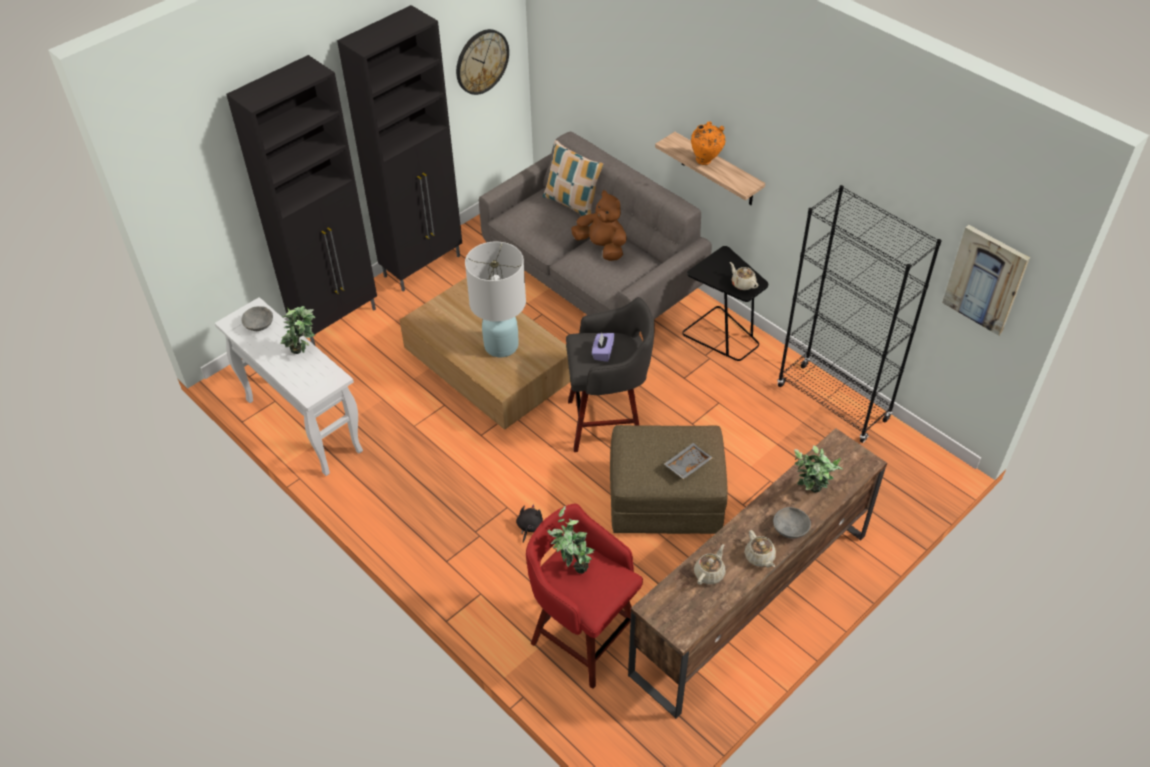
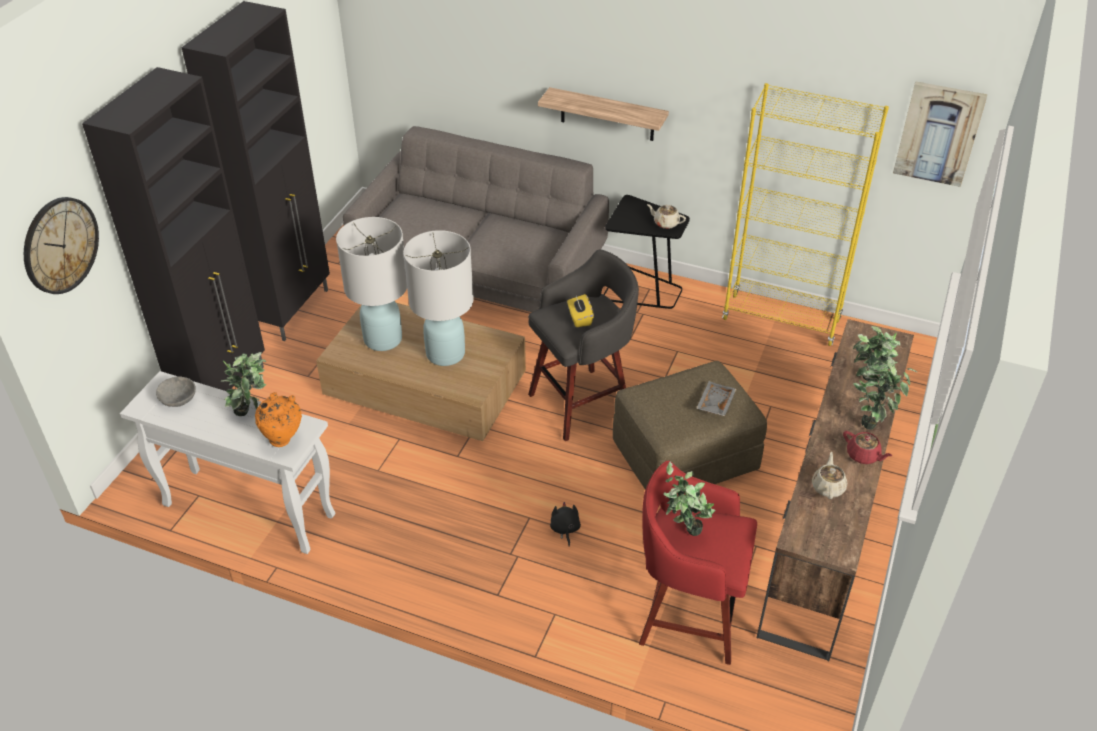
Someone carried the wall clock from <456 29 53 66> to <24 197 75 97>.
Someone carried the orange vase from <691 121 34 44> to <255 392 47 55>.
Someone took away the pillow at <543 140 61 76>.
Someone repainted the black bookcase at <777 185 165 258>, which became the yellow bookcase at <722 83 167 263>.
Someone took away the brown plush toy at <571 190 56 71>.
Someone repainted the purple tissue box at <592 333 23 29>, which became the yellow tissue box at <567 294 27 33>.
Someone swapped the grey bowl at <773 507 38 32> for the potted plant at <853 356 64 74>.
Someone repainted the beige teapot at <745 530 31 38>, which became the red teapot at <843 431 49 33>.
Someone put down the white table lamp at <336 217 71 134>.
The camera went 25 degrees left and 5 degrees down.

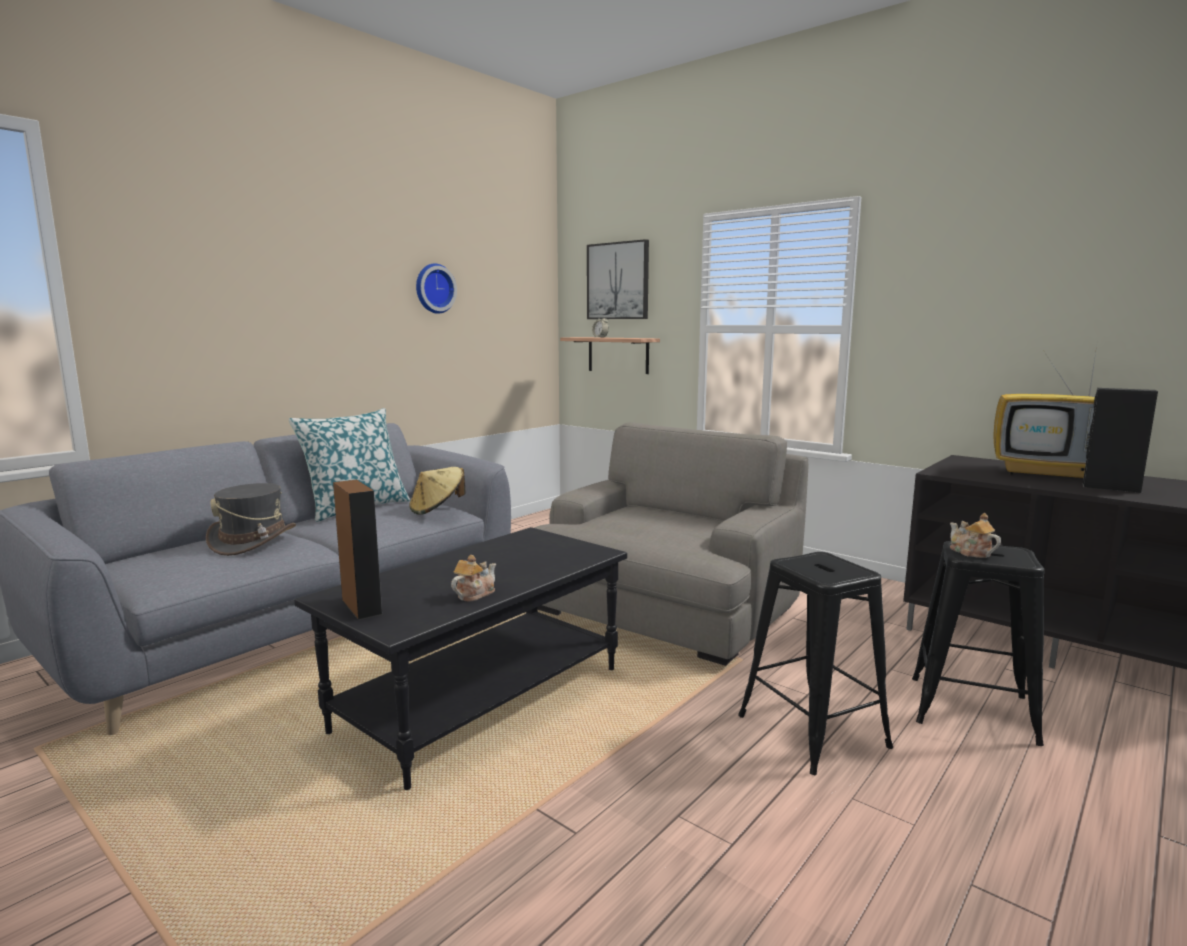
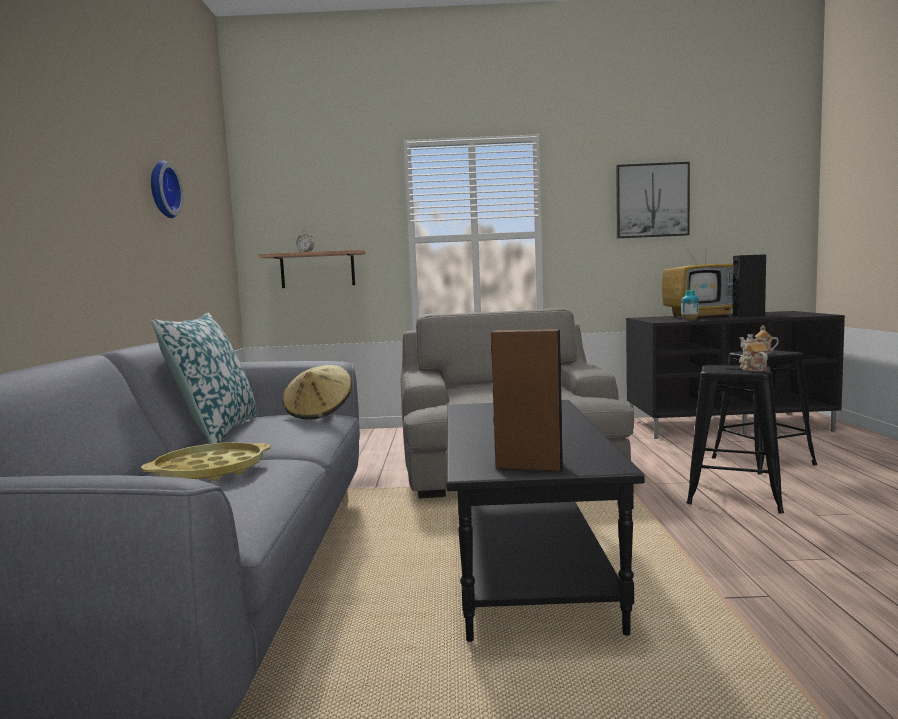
Someone carried the picture from <587 239 62 80> to <616 162 74 76>.
Someone swapped the grey hat at <206 483 90 73> for the yellow tray at <141 442 130 39>.
Someone carried the teapot from <451 555 45 47> to <739 337 29 35>.
Someone put down the vase at <681 290 18 31>.
The camera went 40 degrees left and 5 degrees down.

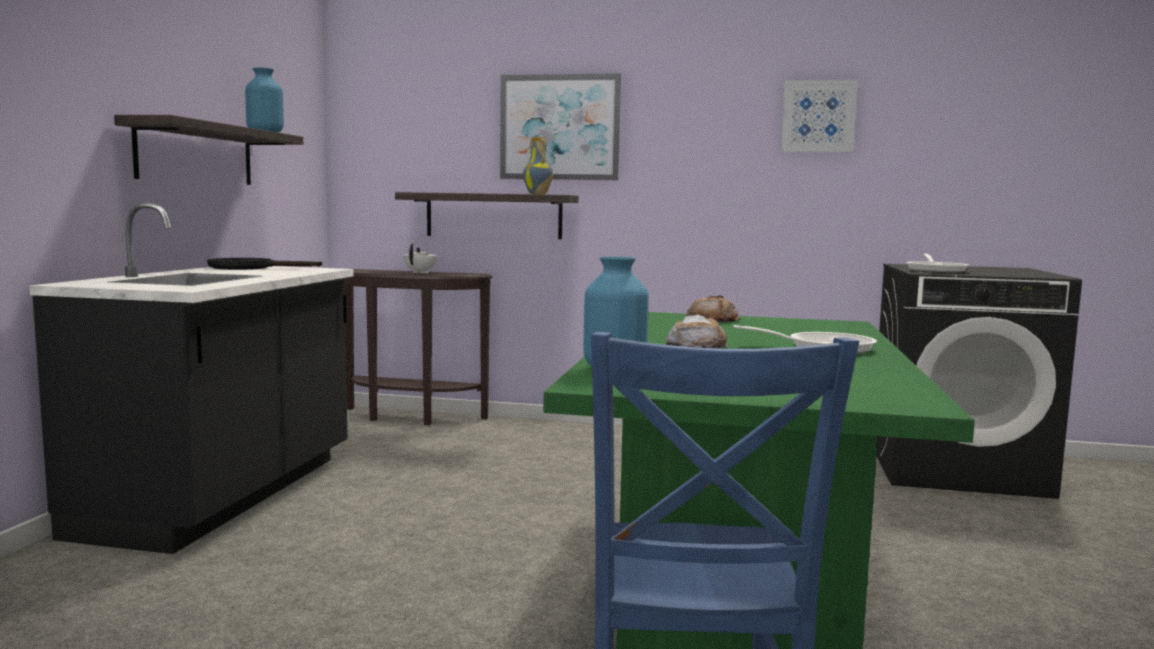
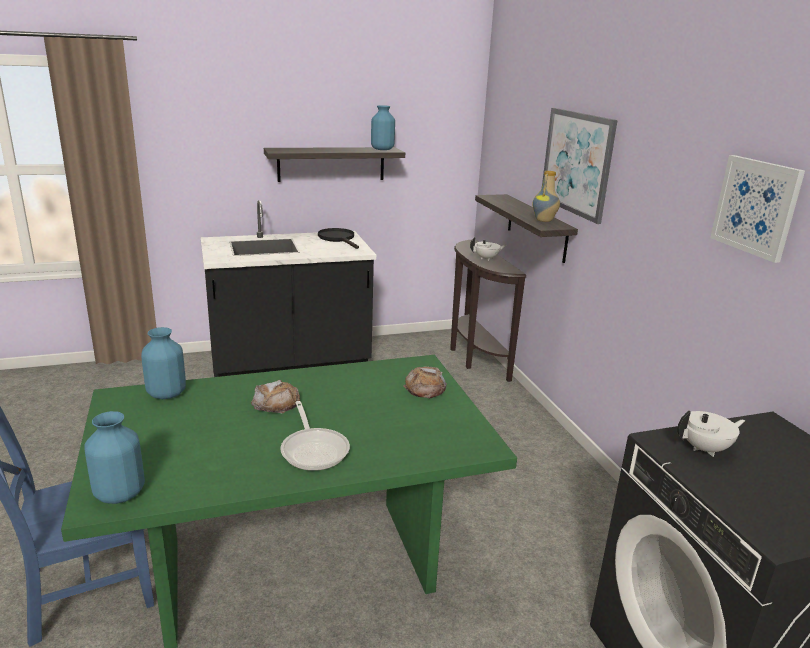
Someone swapped the frying pan at <906 254 63 19> for the white teapot at <677 411 68 46>.
Someone put down the blue vase at <84 411 61 93>.
The camera went 60 degrees right and 15 degrees up.

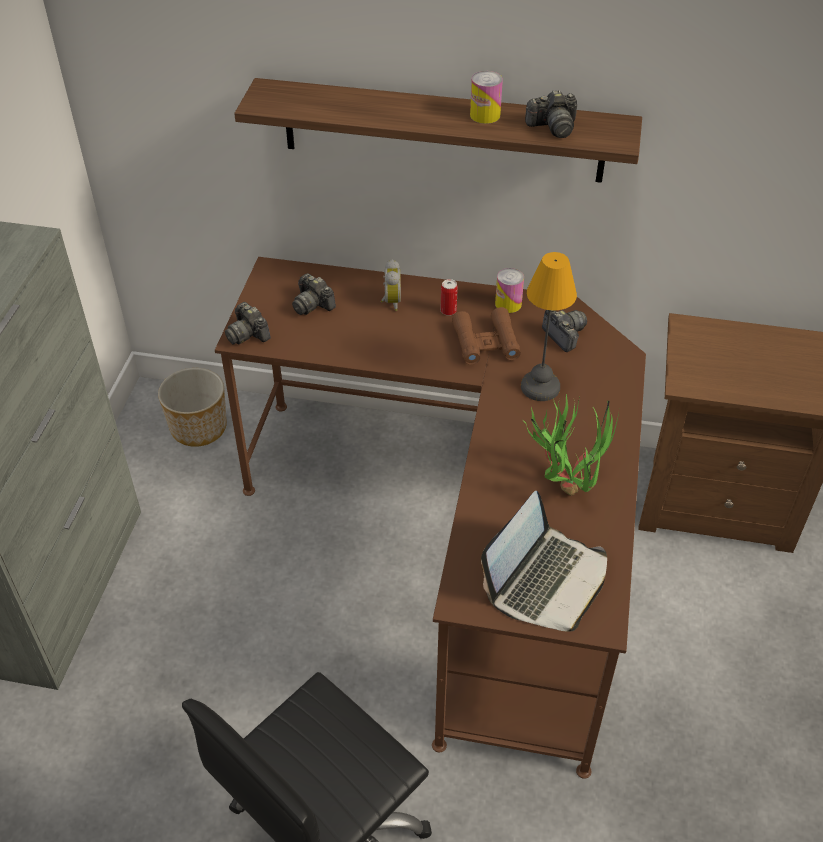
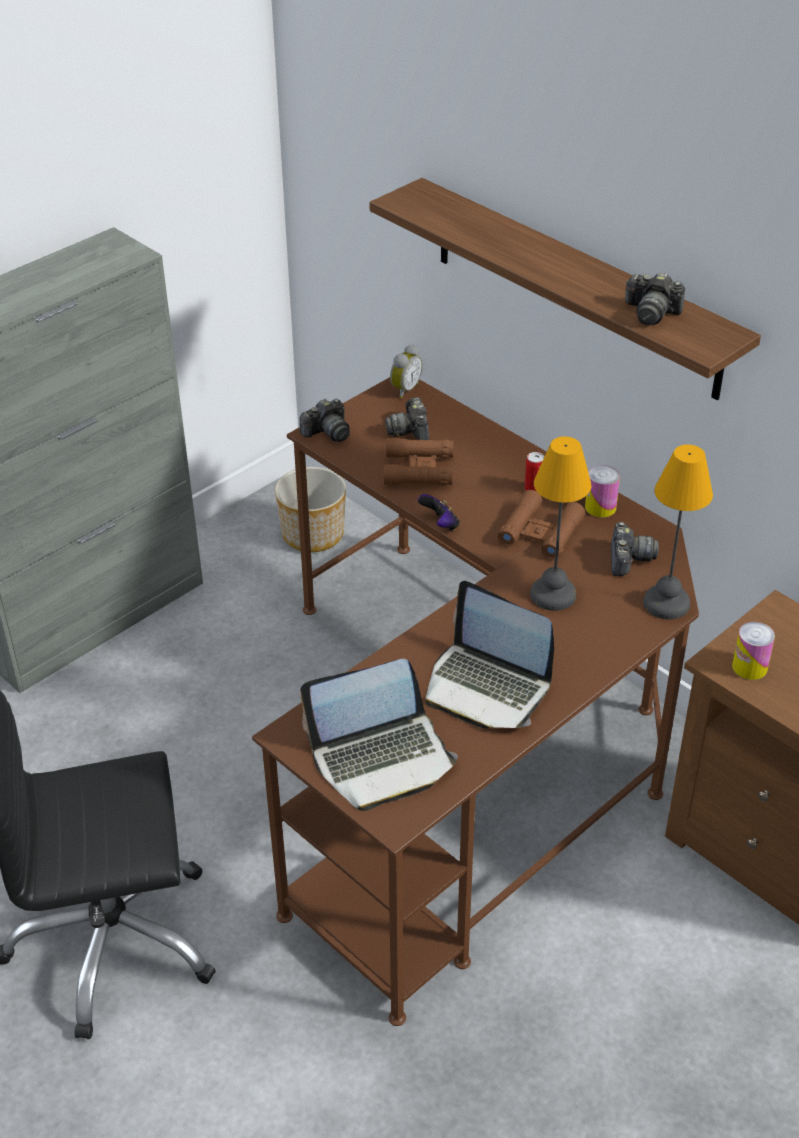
Someone carried the can from <470 71 33 53> to <732 622 43 58>.
Someone carried the alarm clock from <381 259 20 52> to <390 345 33 54>.
Someone rotated the photo camera at <225 302 46 42> by 120 degrees counterclockwise.
Someone swapped the potted plant at <524 394 95 101> for the laptop at <425 581 129 148>.
Someone put down the brown binoculars at <384 438 69 48>.
Someone put down the table lamp at <643 445 70 174>.
Someone put down the game controller at <418 494 42 37>.
The camera went 35 degrees right and 5 degrees down.

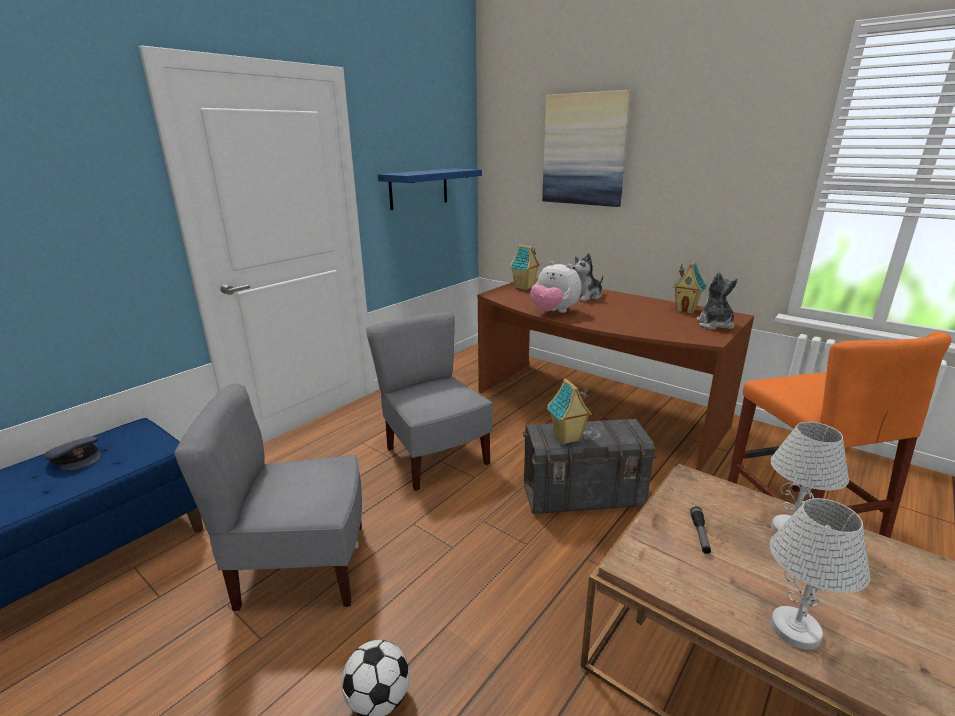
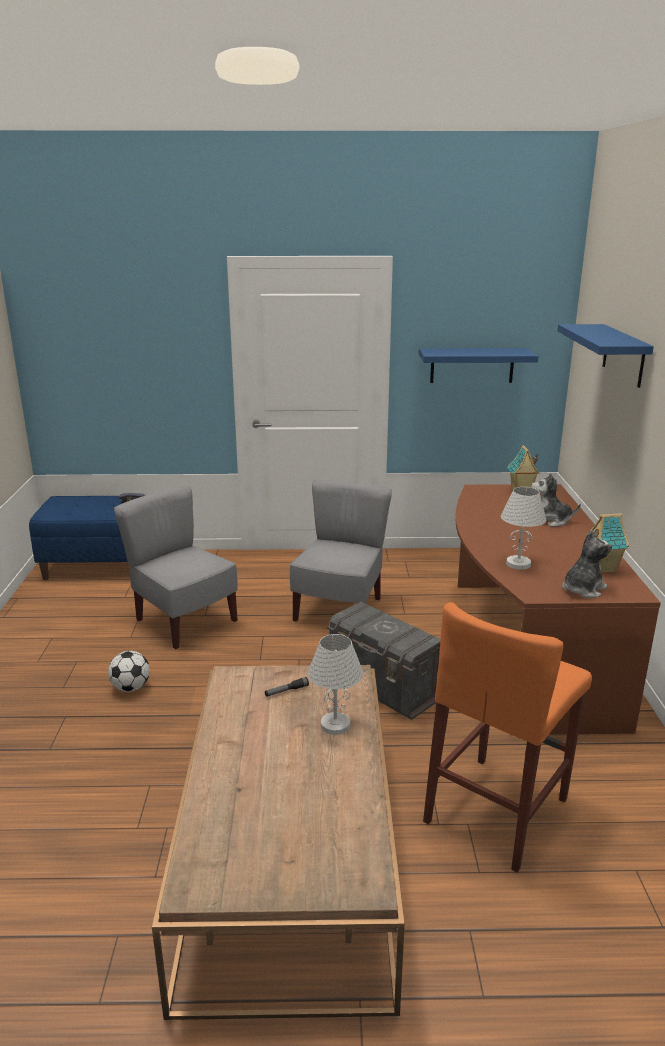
Someone swapped the picture at <542 90 89 117> for the blue shelf at <557 324 97 64>.
Someone took away the plush toy at <530 261 52 52>.
Someone took away the toy house at <547 378 45 67>.
Someone carried the white table lamp from <770 498 100 152> to <501 487 45 83>.
The camera went 50 degrees right and 0 degrees up.

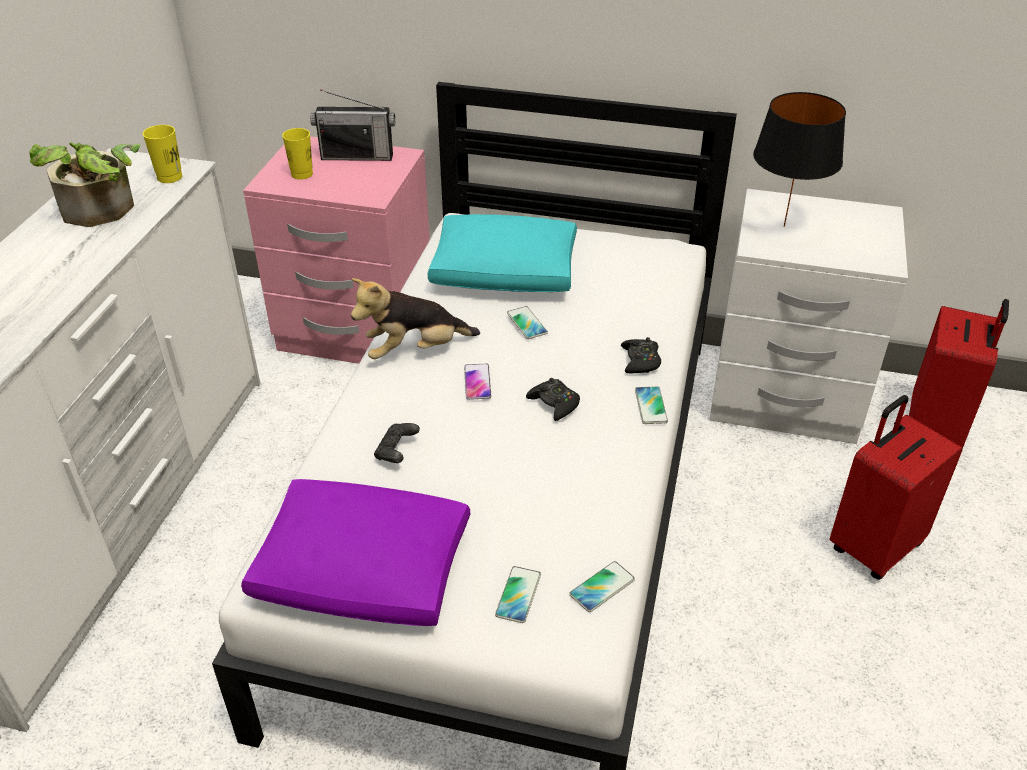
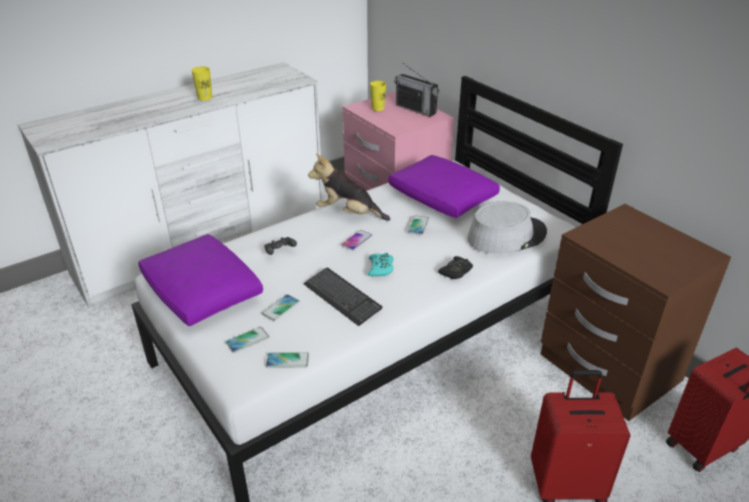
Someone took away the black table lamp at <753 92 93 135>.
Someone carried the yellow cup from <143 125 39 58> to <191 66 21 35>.
Someone took away the potted plant at <29 142 111 85>.
Someone repainted the white nightstand at <709 189 199 255>, which became the brown nightstand at <541 204 190 217>.
Someone repainted the turquoise pillow at <428 214 149 78>, which became the purple pillow at <388 155 112 63>.
Someone repainted the black game controller at <526 378 54 43>, which became the turquoise game controller at <368 252 26 24>.
Someone carried the phone from <635 386 33 38> to <262 294 37 27>.
Someone put down the grey hat at <467 201 80 53>.
Someone put down the keyboard at <304 268 78 58>.
The camera went 40 degrees right and 5 degrees down.

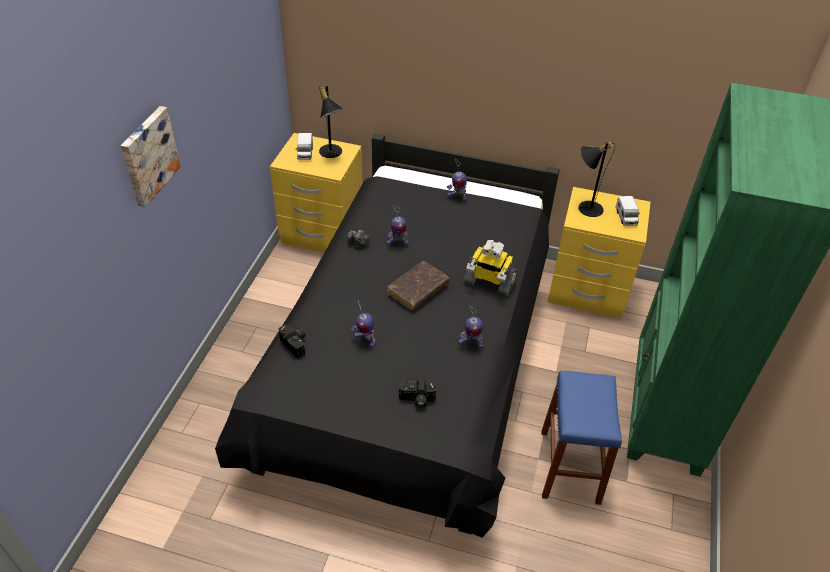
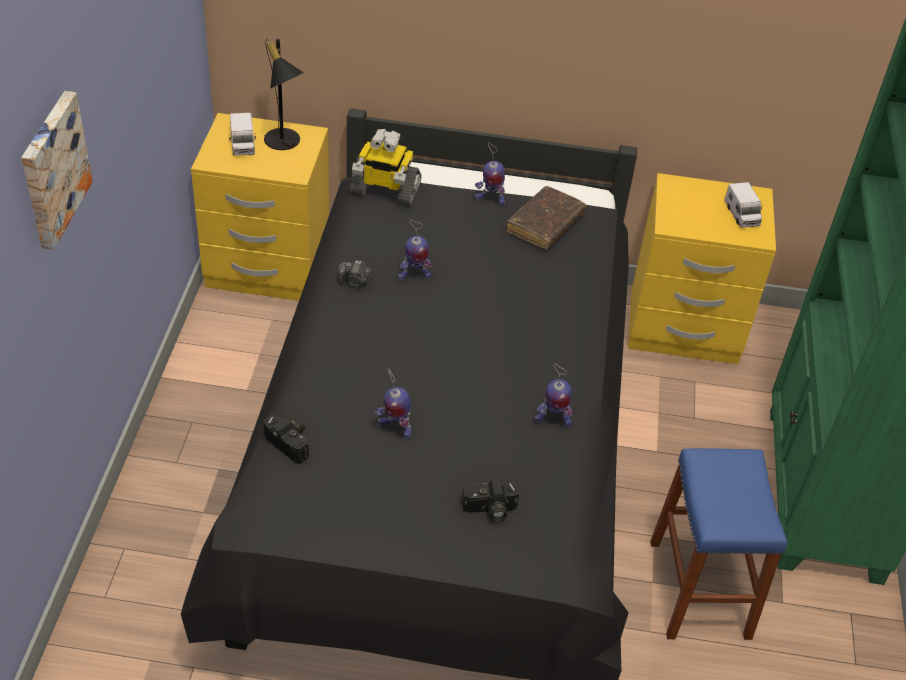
Someone took away the black table lamp at <579 141 36 76>.
Someone carried the toy robot from <464 240 53 56> to <350 129 71 77>.
Someone carried the brown book from <387 261 62 50> to <507 186 80 63>.
The camera went 10 degrees left and 0 degrees up.

